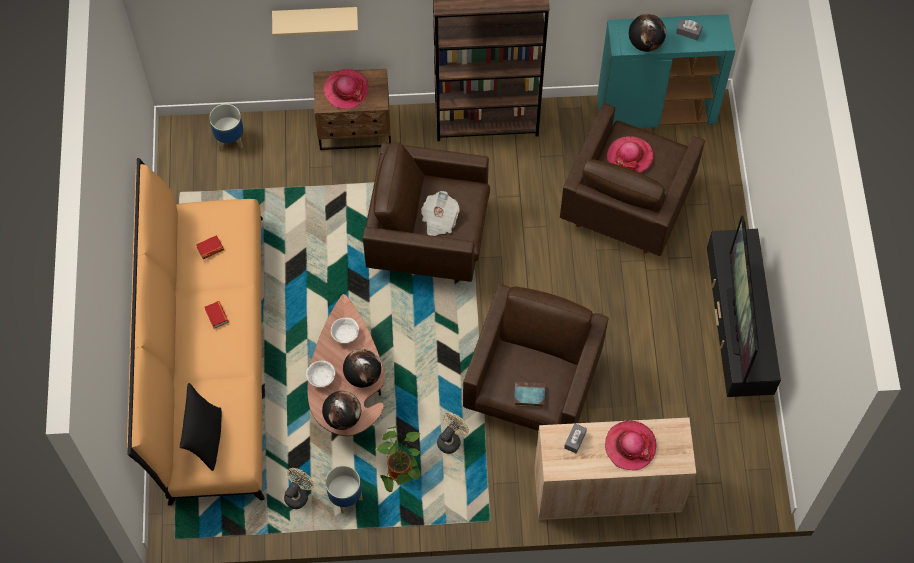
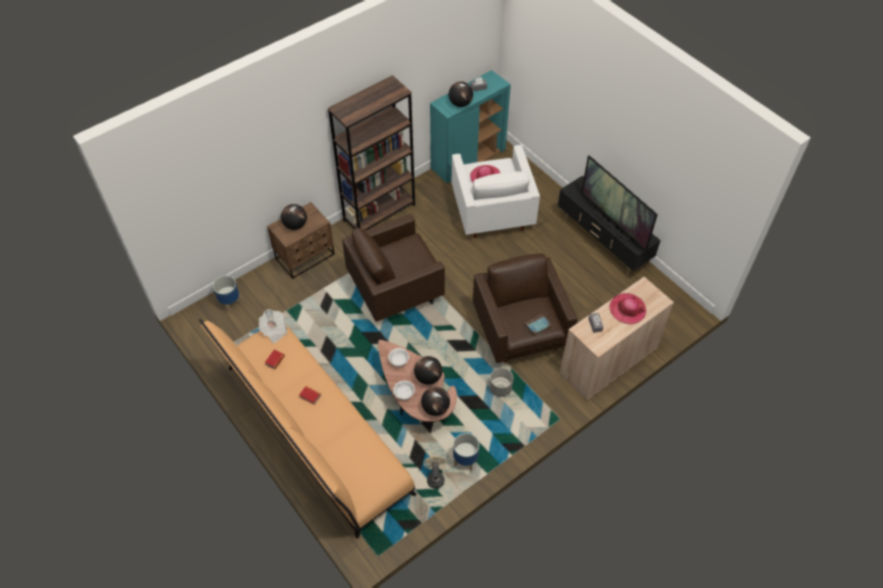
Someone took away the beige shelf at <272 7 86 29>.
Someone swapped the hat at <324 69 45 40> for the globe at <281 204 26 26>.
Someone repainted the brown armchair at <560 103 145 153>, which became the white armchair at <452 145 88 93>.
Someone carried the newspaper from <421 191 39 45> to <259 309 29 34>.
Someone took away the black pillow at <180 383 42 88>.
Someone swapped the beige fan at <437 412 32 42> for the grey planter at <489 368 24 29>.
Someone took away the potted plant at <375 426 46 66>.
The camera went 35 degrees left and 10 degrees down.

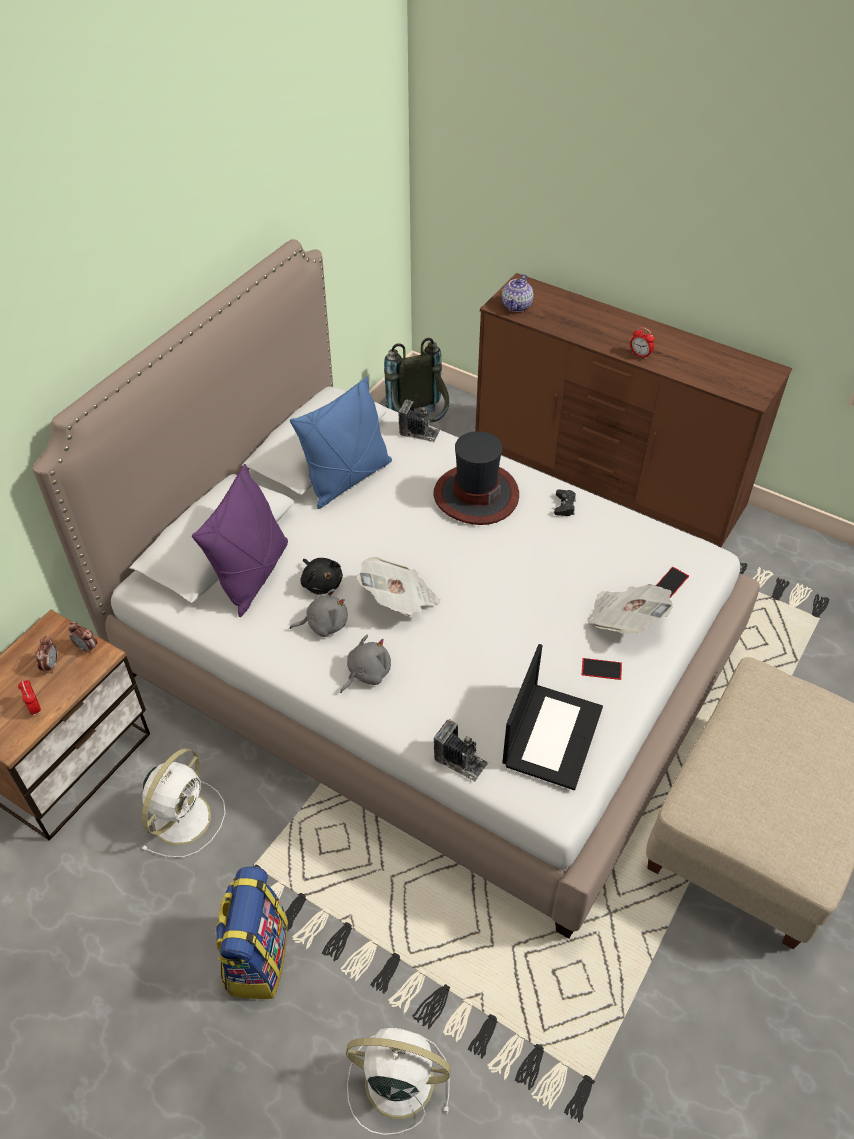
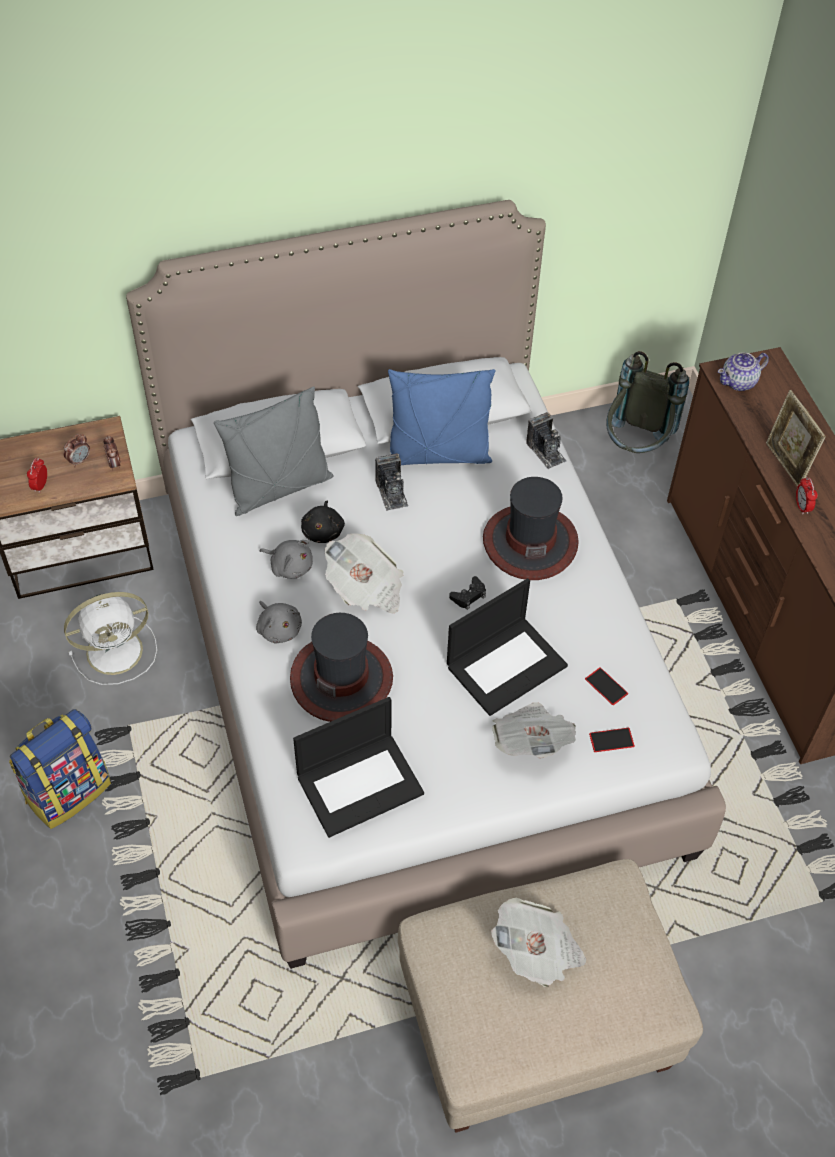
Someone repainted the purple pillow at <192 464 96 153>, which became the grey pillow at <214 386 119 130>.
Someone carried the black game controller from <554 489 22 27> to <449 576 37 34>.
Someone rotated the grey plush toy at <340 634 51 59> by 60 degrees clockwise.
Someone carried the phone from <582 658 40 22> to <585 667 43 38>.
Someone carried the photo camera from <434 719 54 63> to <375 453 33 58>.
Someone took away the white fan at <346 1028 105 107>.
Someone put down the picture frame at <766 390 60 96>.
Someone put down the laptop at <447 578 121 138>.
Someone put down the hat at <290 613 103 109>.
Someone put down the newspaper at <491 897 96 90>.
The camera went 40 degrees right and 5 degrees up.

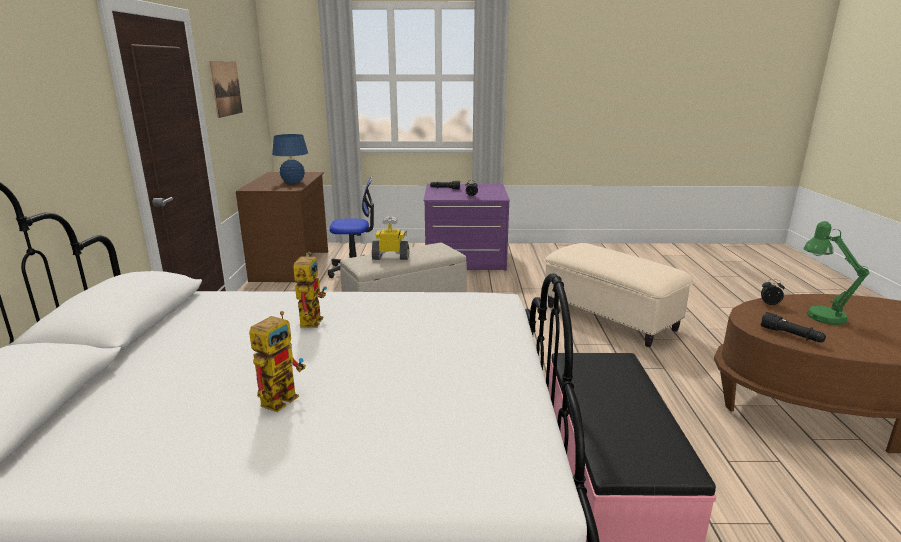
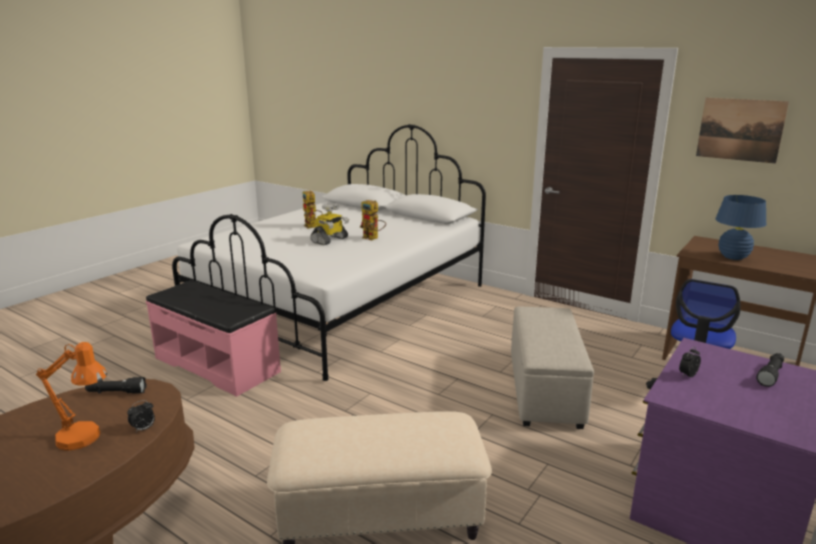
Someone carried the toy robot from <372 216 37 44> to <310 203 39 42>.
Someone repainted the green table lamp at <803 221 67 104>, which became the orange table lamp at <36 342 71 109>.
The camera went 125 degrees right and 0 degrees up.

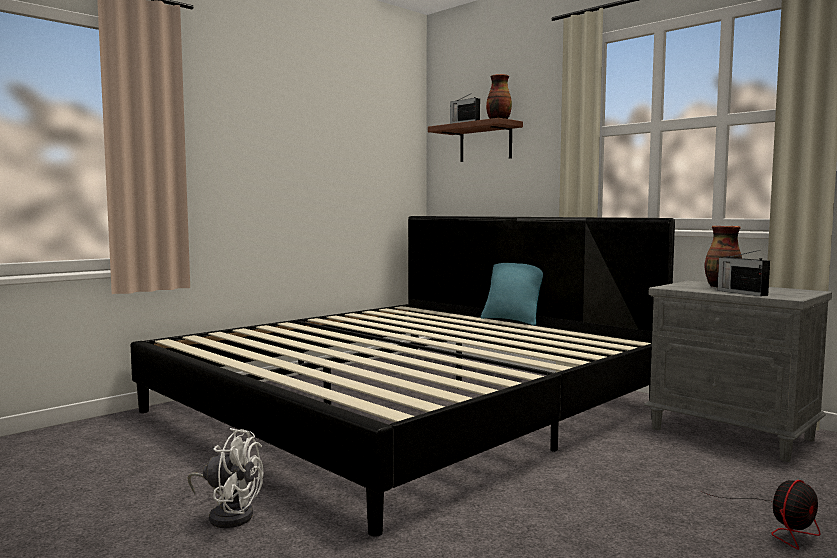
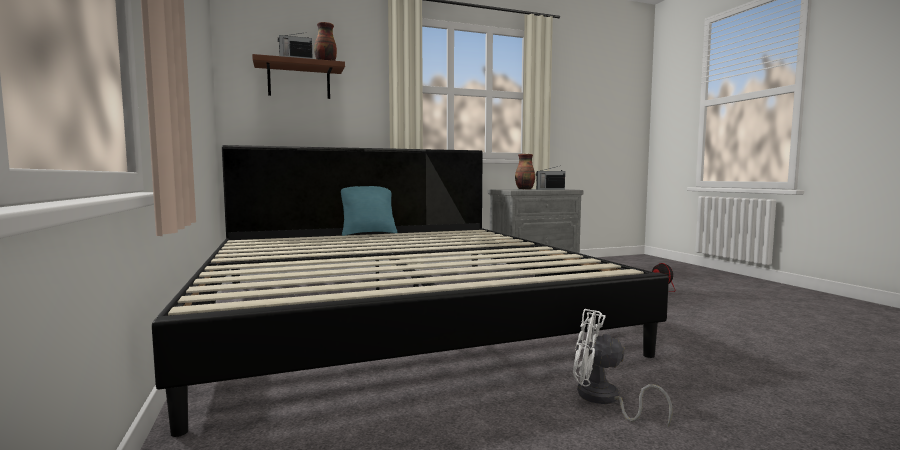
Someone rotated the white fan at <188 428 75 100> by 105 degrees counterclockwise.
The camera went 65 degrees left and 0 degrees up.

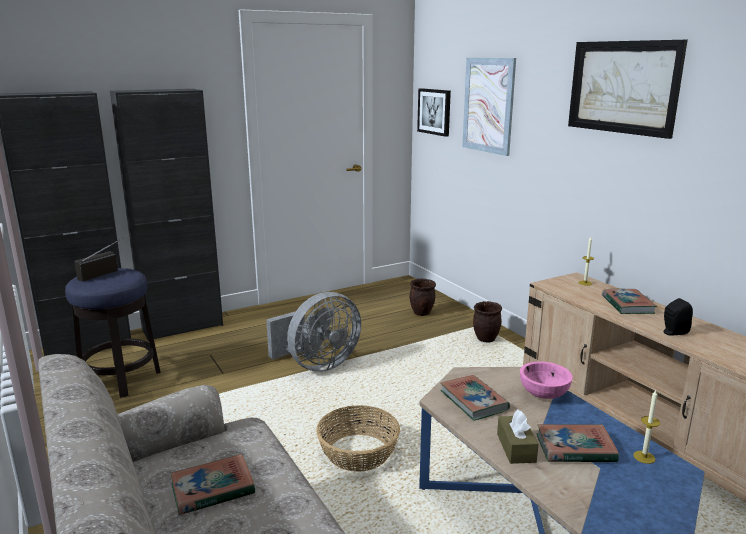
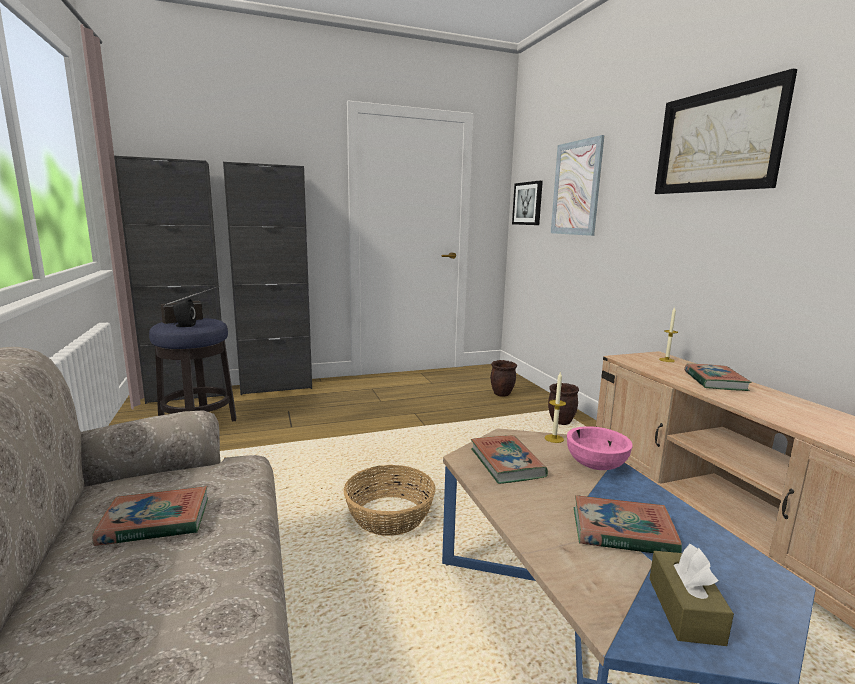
Someone took away the grey fan at <266 292 95 80>.
Someone carried the black speaker from <663 298 30 38> to <173 298 23 29>.
Someone carried the candle from <633 390 27 74> to <545 371 21 72>.
Someone carried the brown tissue box from <497 409 41 55> to <649 544 85 102>.
The camera went 10 degrees right and 5 degrees down.

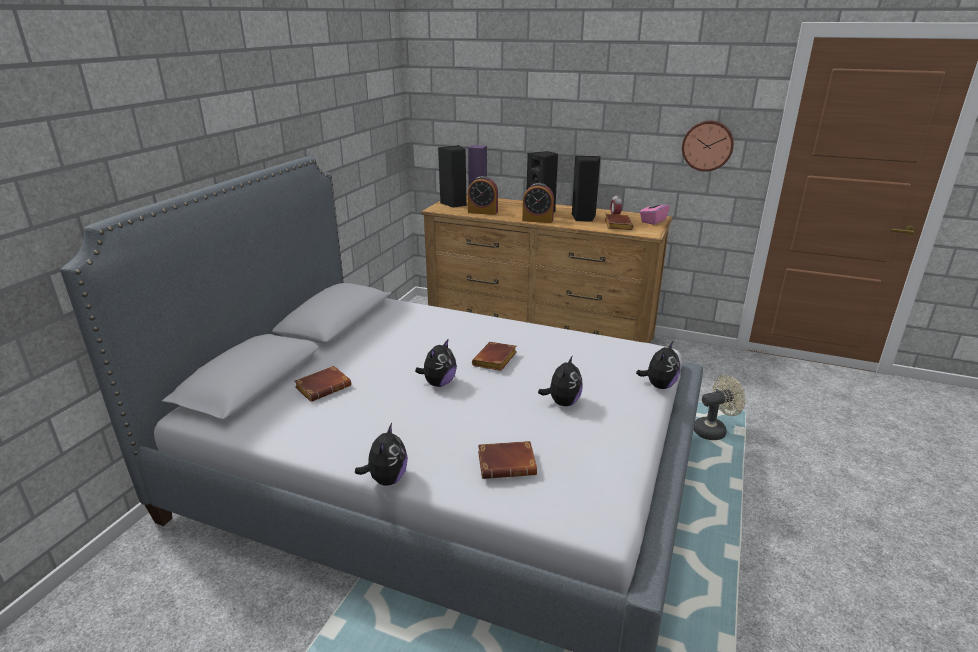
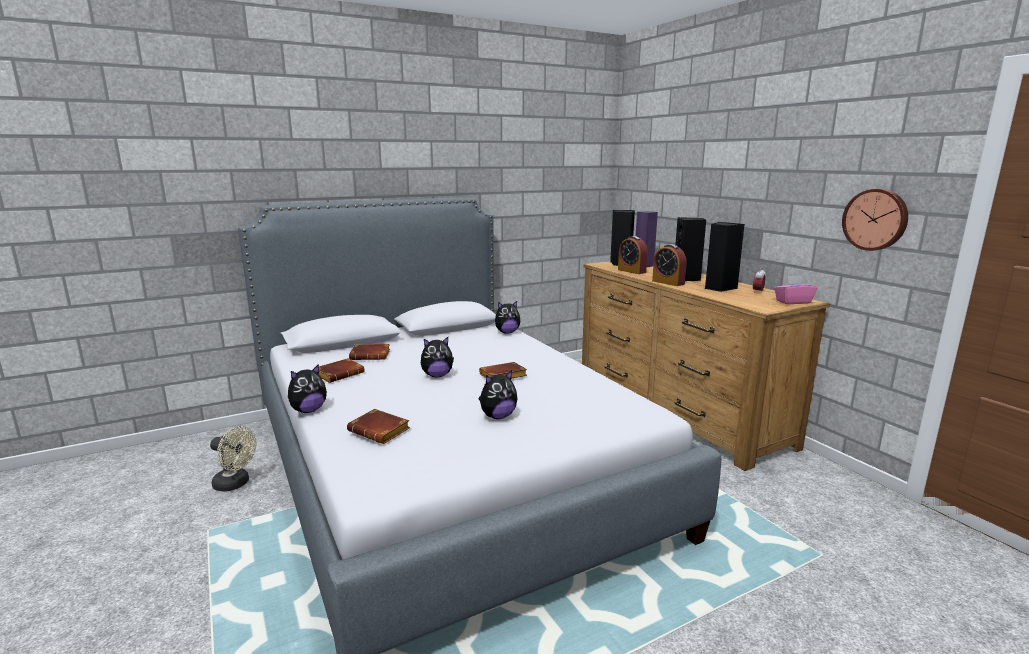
Someone carried the brown book from <604 214 30 16> to <319 358 46 25>.
Someone carried the plush toy from <636 342 44 47> to <495 301 25 33>.
Someone carried the beige fan from <694 375 51 65> to <210 426 47 66>.
The camera went 40 degrees right and 10 degrees down.

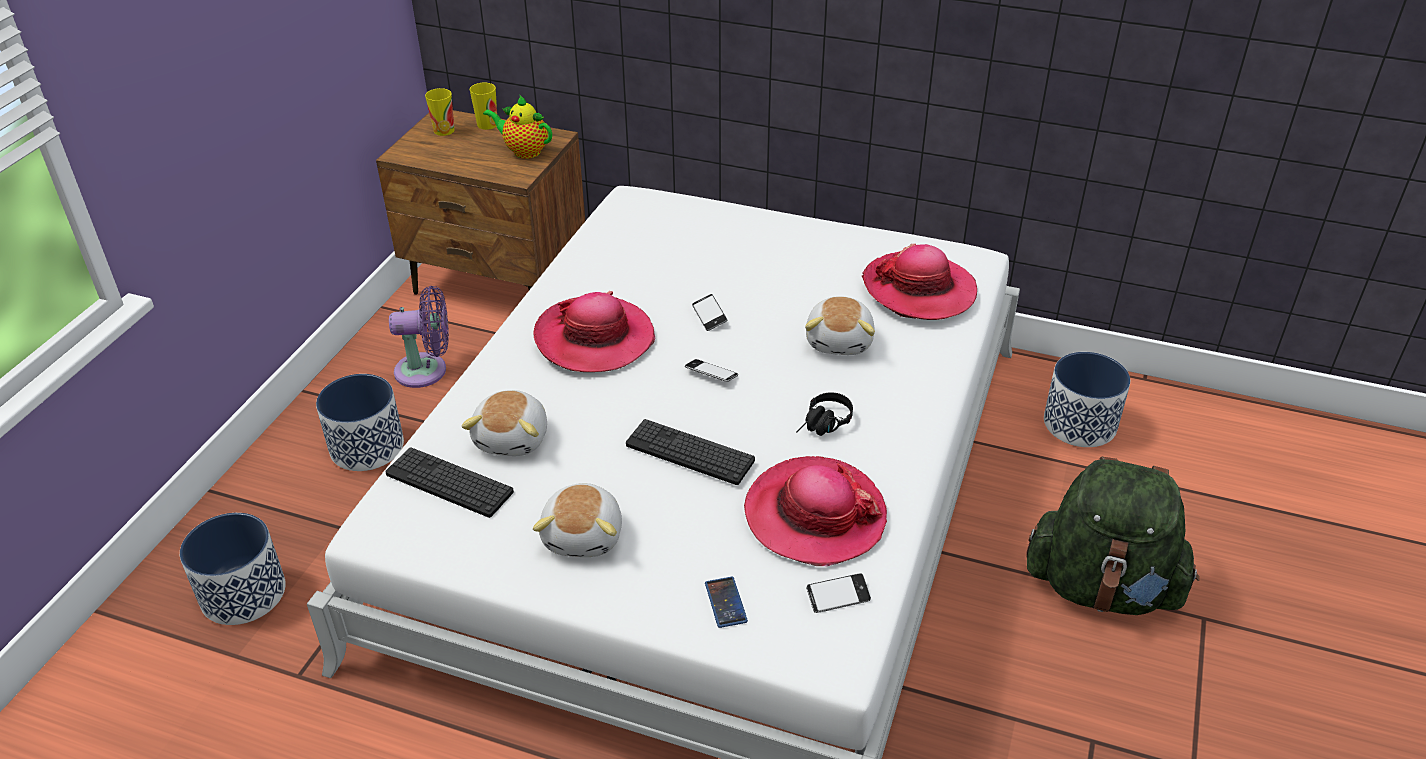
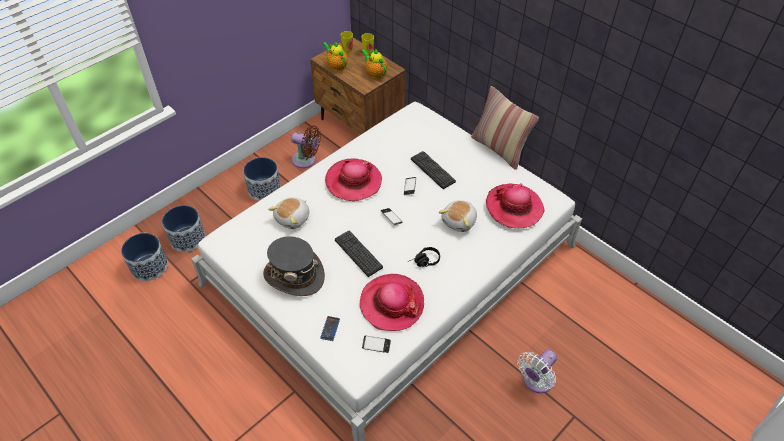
Someone repainted the purple fan at <389 286 60 102>, which became the brown fan at <291 126 30 42>.
Someone carried the planter from <1044 352 86 95> to <121 233 47 48>.
Someone carried the keyboard from <385 448 129 70> to <411 151 45 38>.
Someone swapped the green backpack at <1026 457 173 158> for the white fan at <518 350 39 43>.
Someone swapped the plush toy at <533 483 89 74> for the grey hat at <263 236 62 60>.
Someone put down the teapot at <323 41 25 30>.
Someone put down the pillow at <471 86 68 84>.
The camera went 25 degrees right and 10 degrees up.

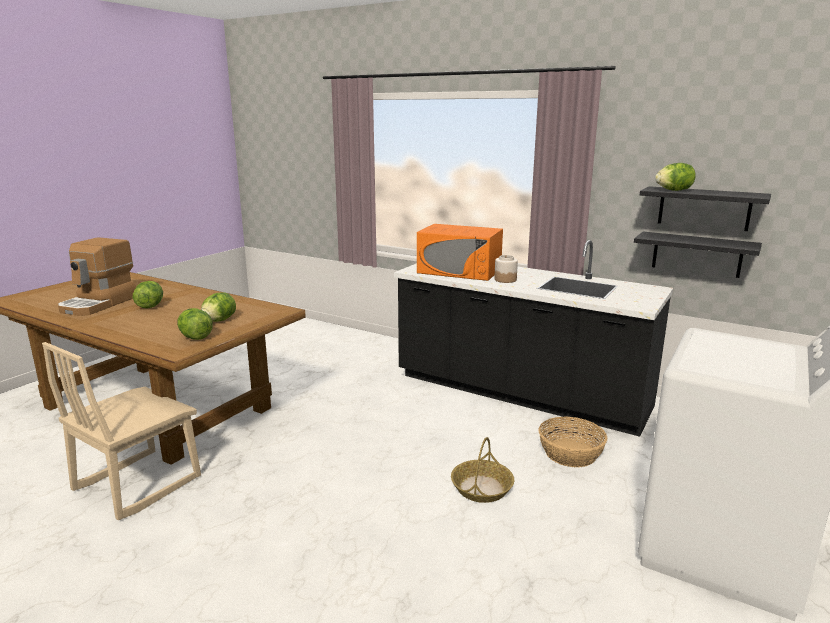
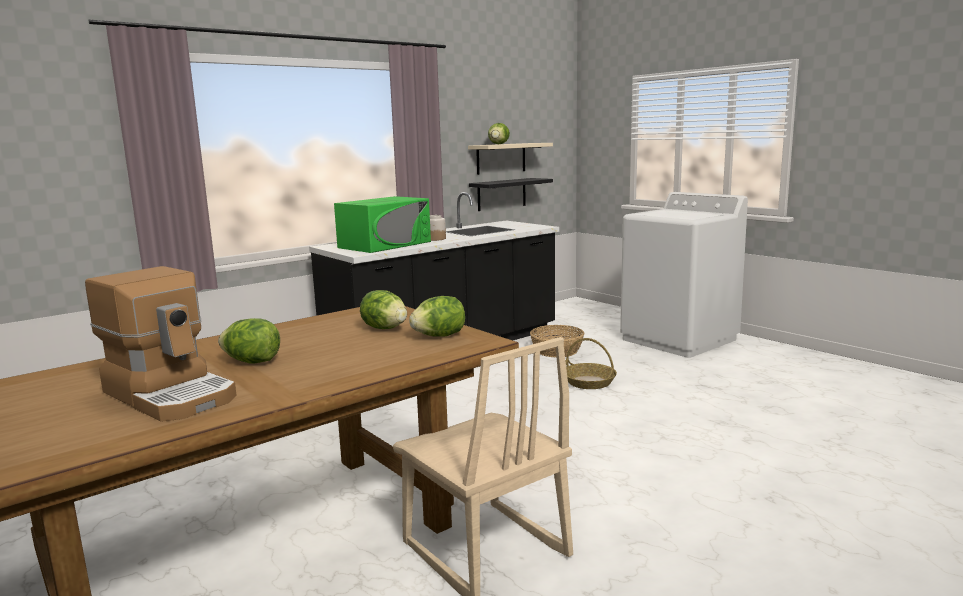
Someone repainted the black shelf at <640 186 131 45>, which became the beige shelf at <468 143 85 32>.
Someone repainted the orange microwave at <417 224 86 57>, which became the green microwave at <334 196 97 57>.
The camera went 70 degrees left and 5 degrees down.

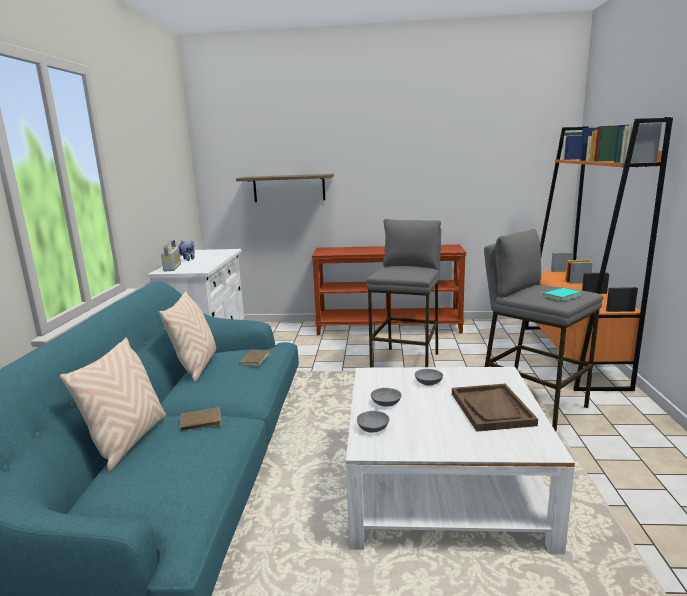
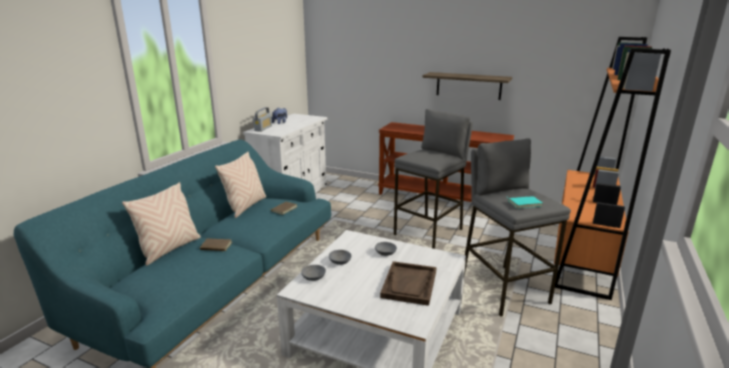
Someone carried the shelf from <236 174 98 28> to <422 72 90 28>.
The camera went 20 degrees right and 5 degrees up.

